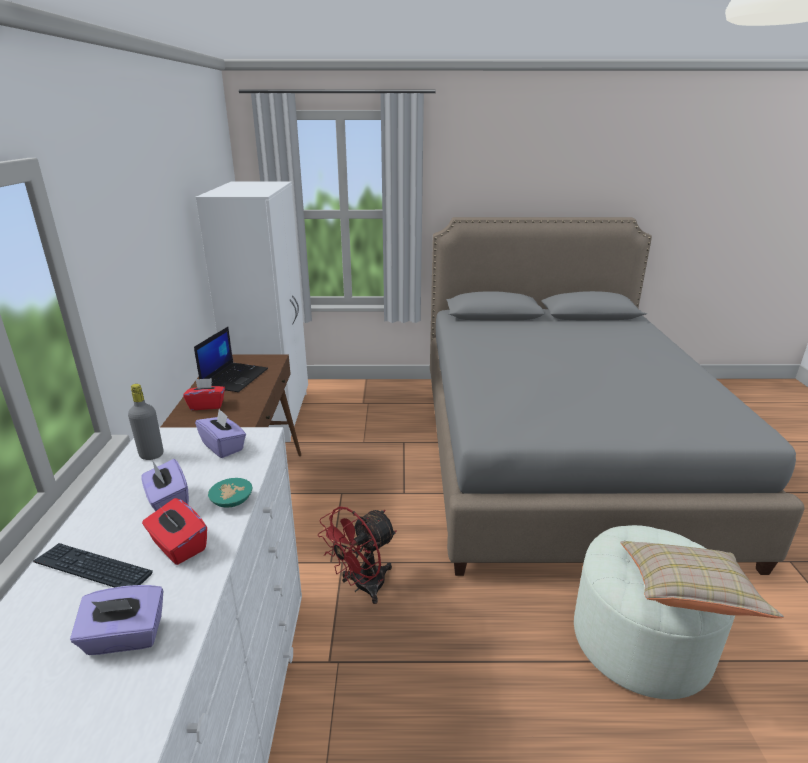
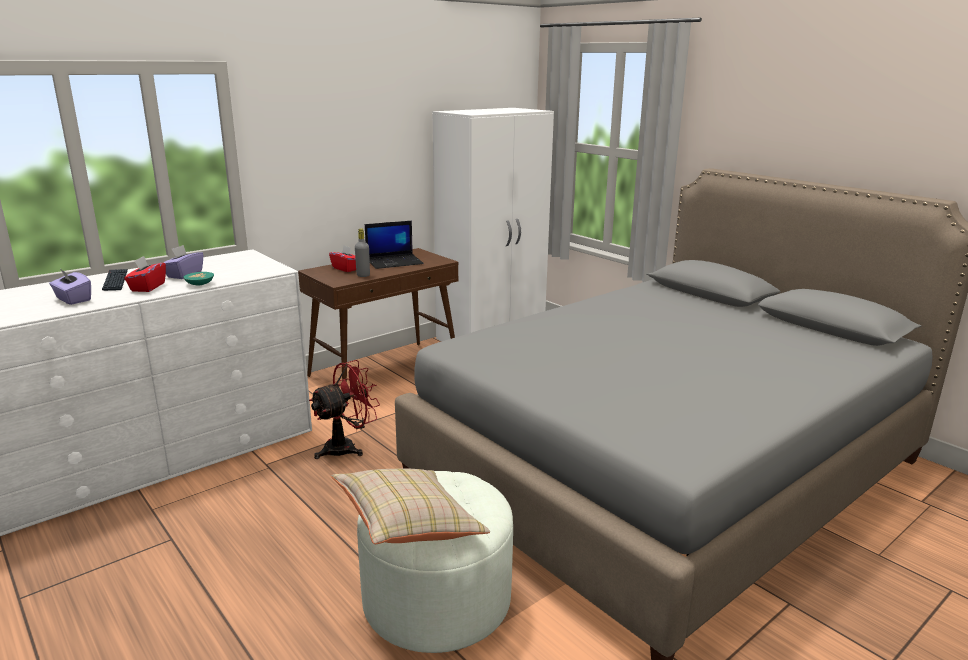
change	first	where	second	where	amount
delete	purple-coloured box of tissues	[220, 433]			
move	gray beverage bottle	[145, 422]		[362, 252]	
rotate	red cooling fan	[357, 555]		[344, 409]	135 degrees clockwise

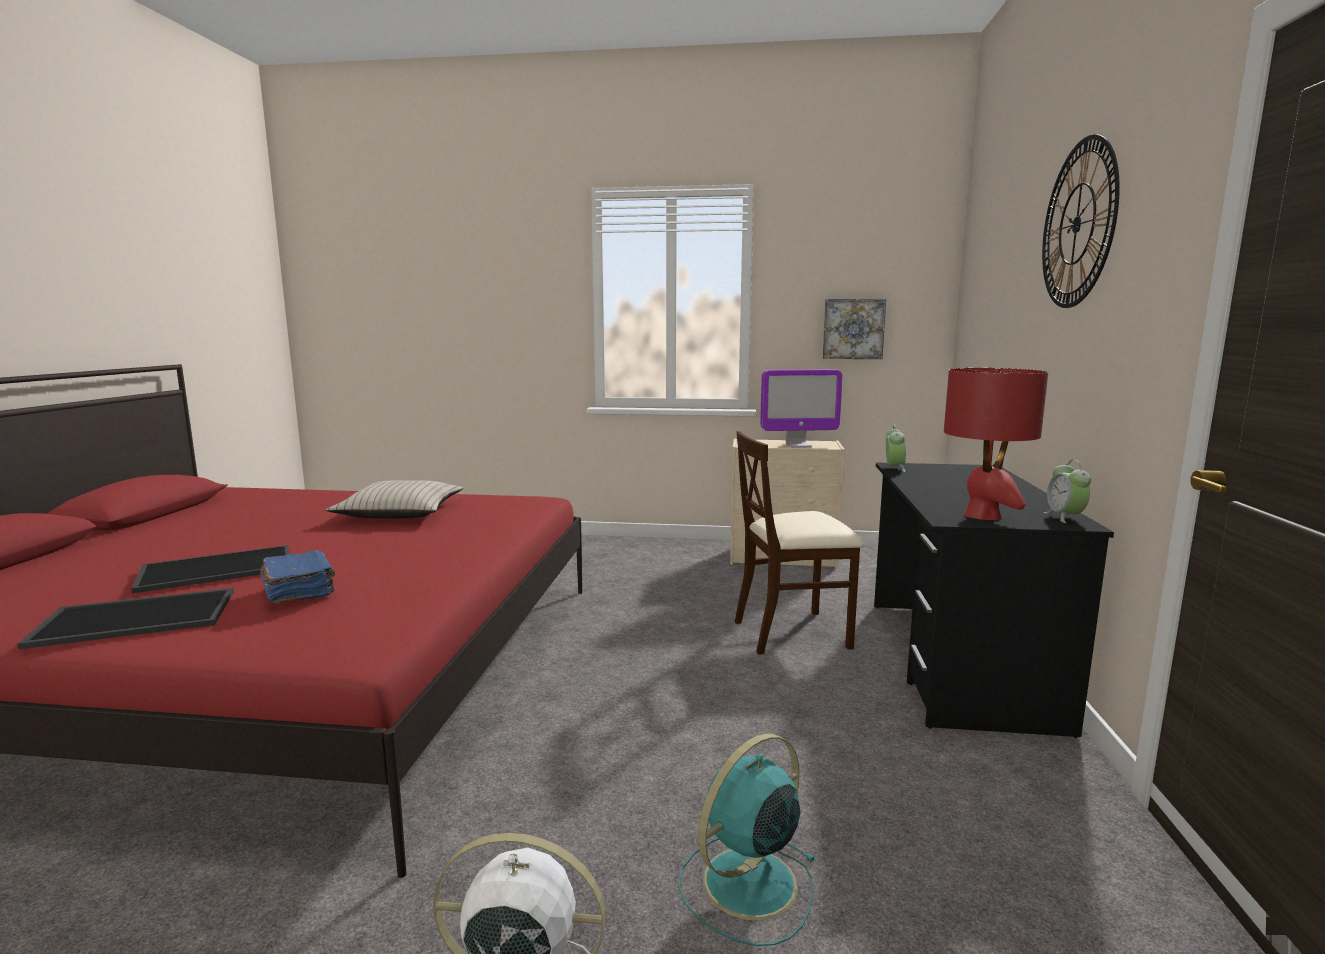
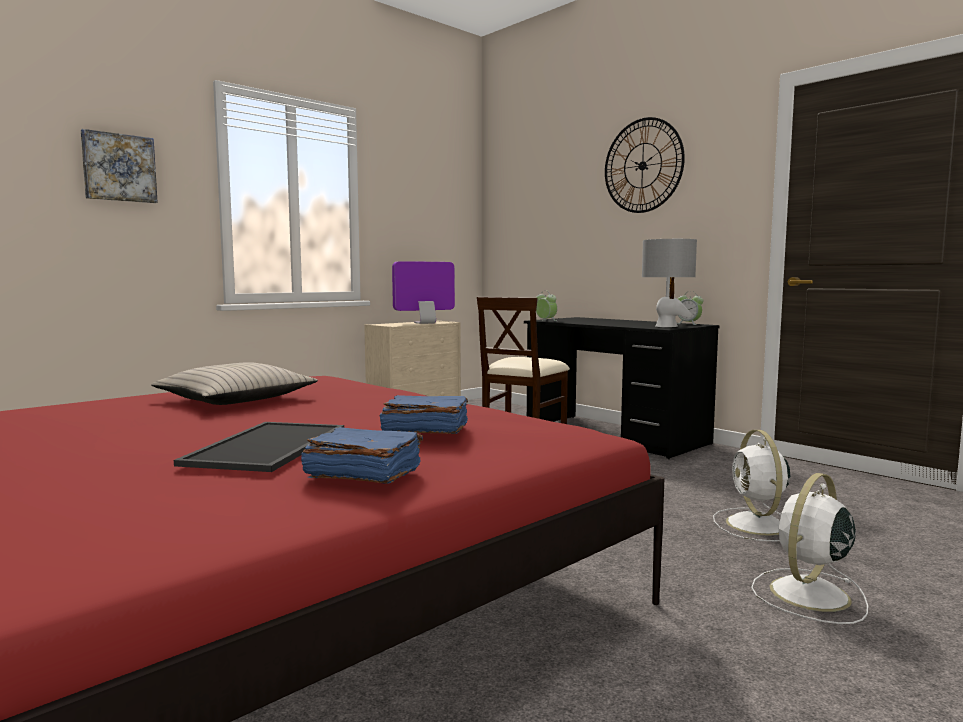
change	first	where	second	where	amount
move	wall picture	[854, 329]		[119, 166]	
replace	tray	[126, 618]	blue-coloured bound book	[362, 455]	
recolor	turquoise cooling fan	[747, 840]	white cooling fan	[751, 485]	
recolor	red lamp for a table	[996, 444]	gray lamp for a table	[669, 283]	
rotate	computer display	[801, 408]		[423, 292]	150 degrees counterclockwise

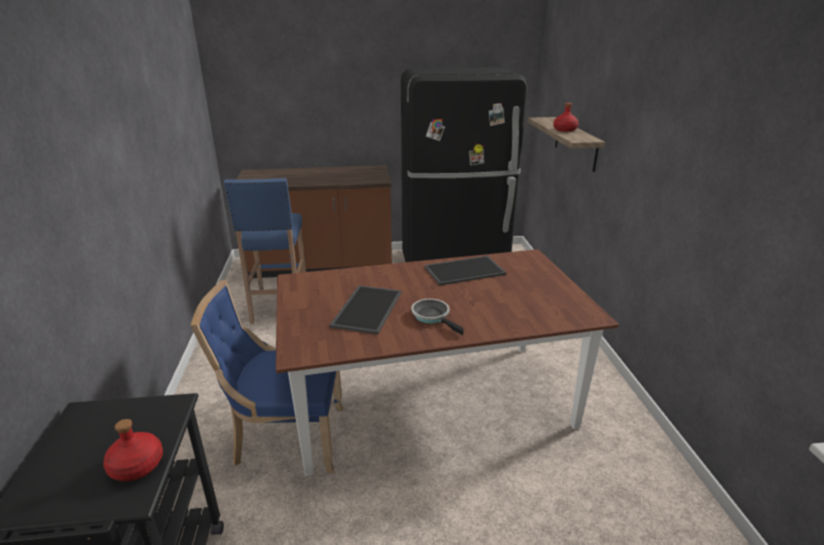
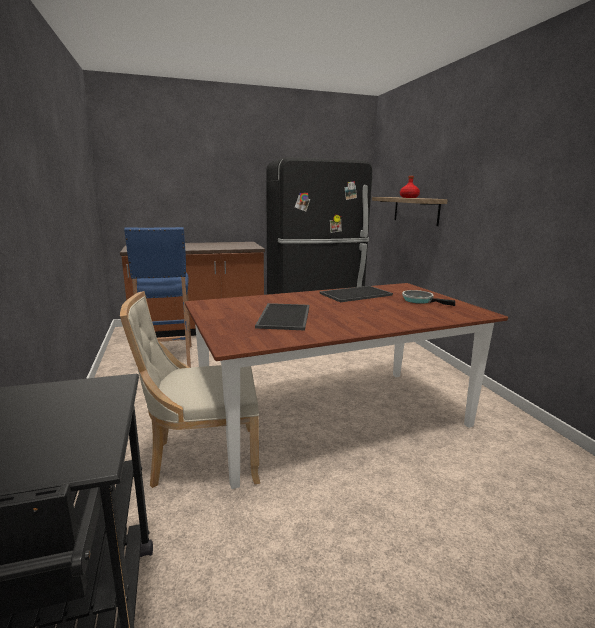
change	first	where	second	where	amount
delete	red beverage bottle	[133, 450]			
move	frying pan	[437, 317]		[428, 298]	
recolor	blue-coloured upright chair	[267, 376]	beige upright chair	[190, 389]	

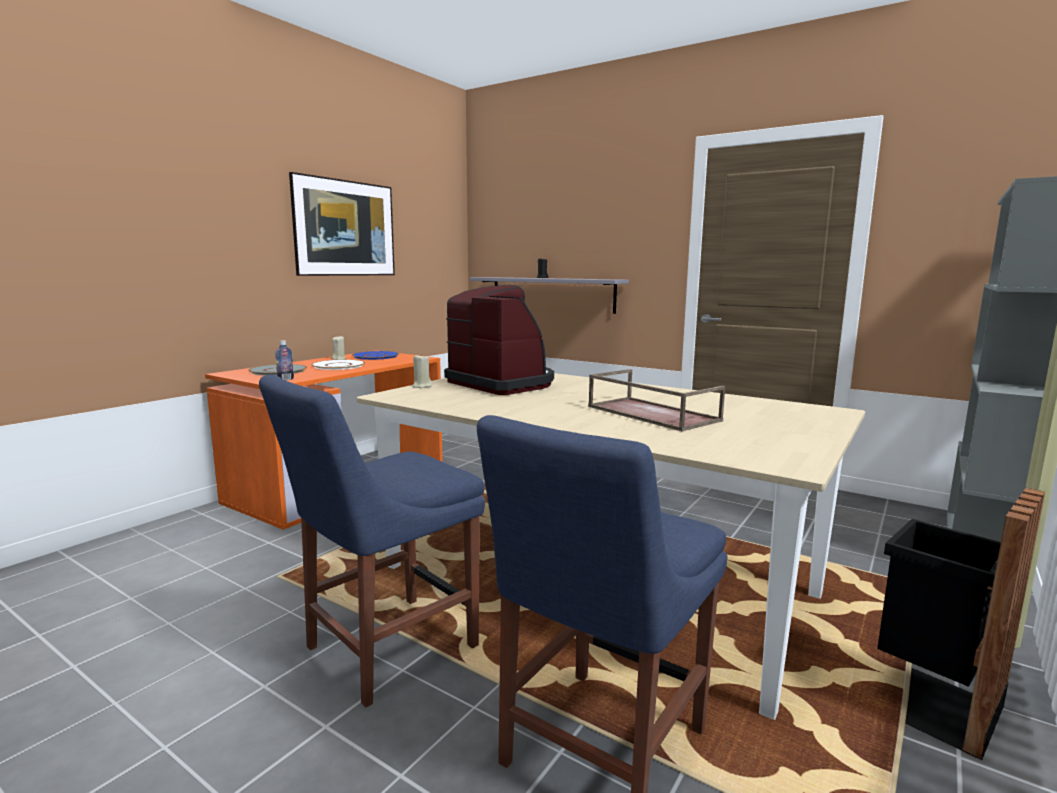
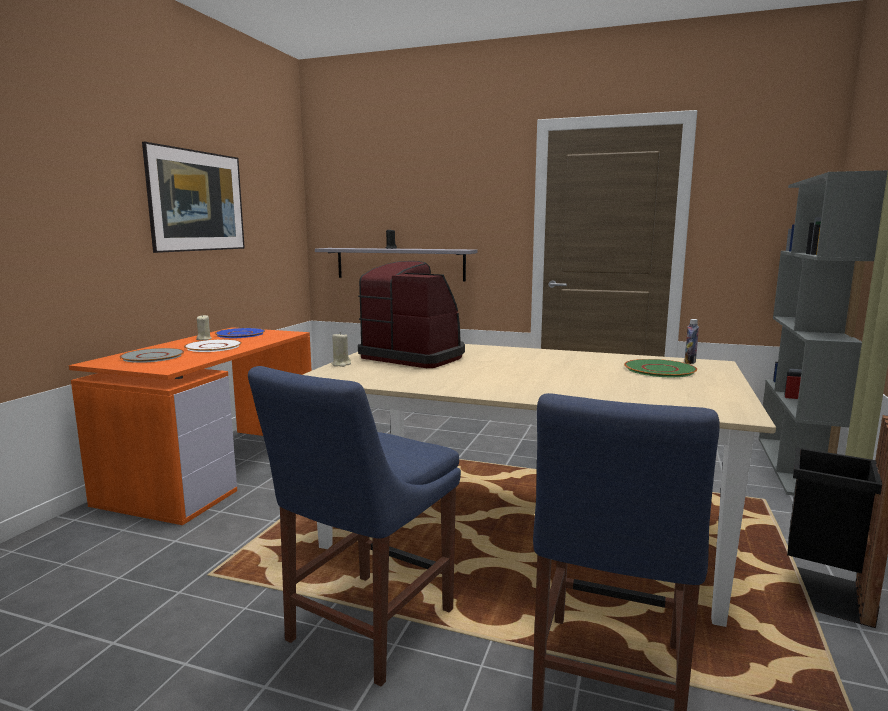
change	first	where	second	where	amount
delete	brown-coloured tray	[656, 400]			
insert			greenish flat dish	[660, 368]	
move	beverage bottle	[284, 360]		[691, 341]	

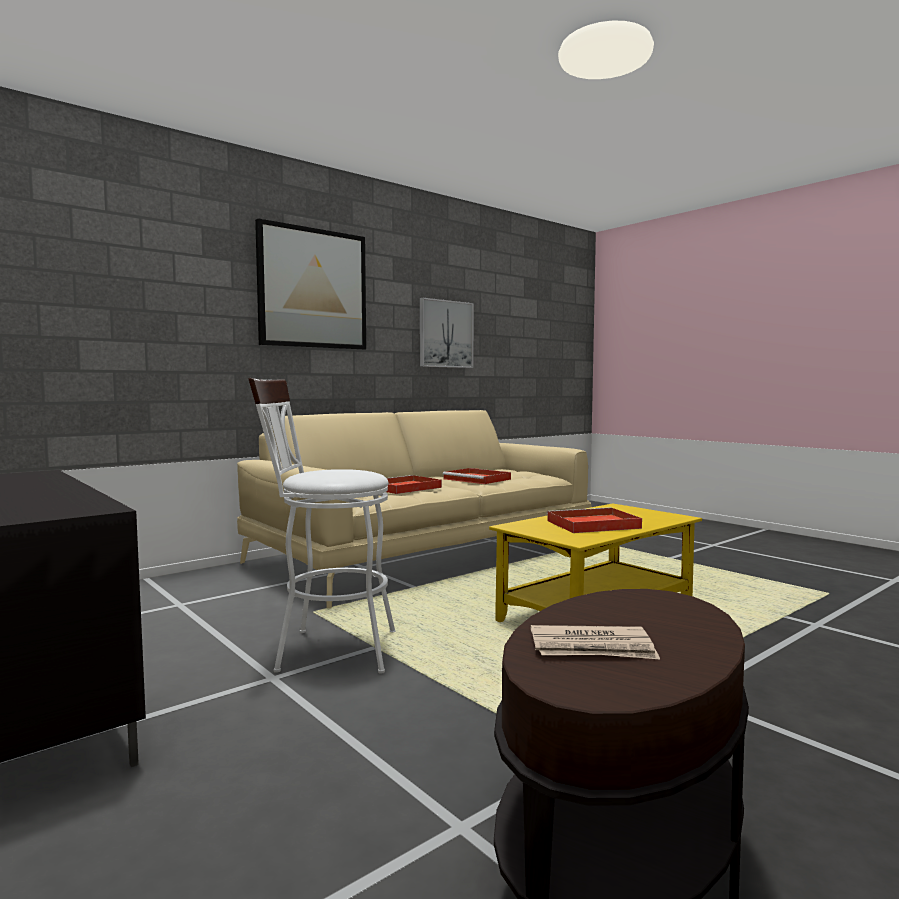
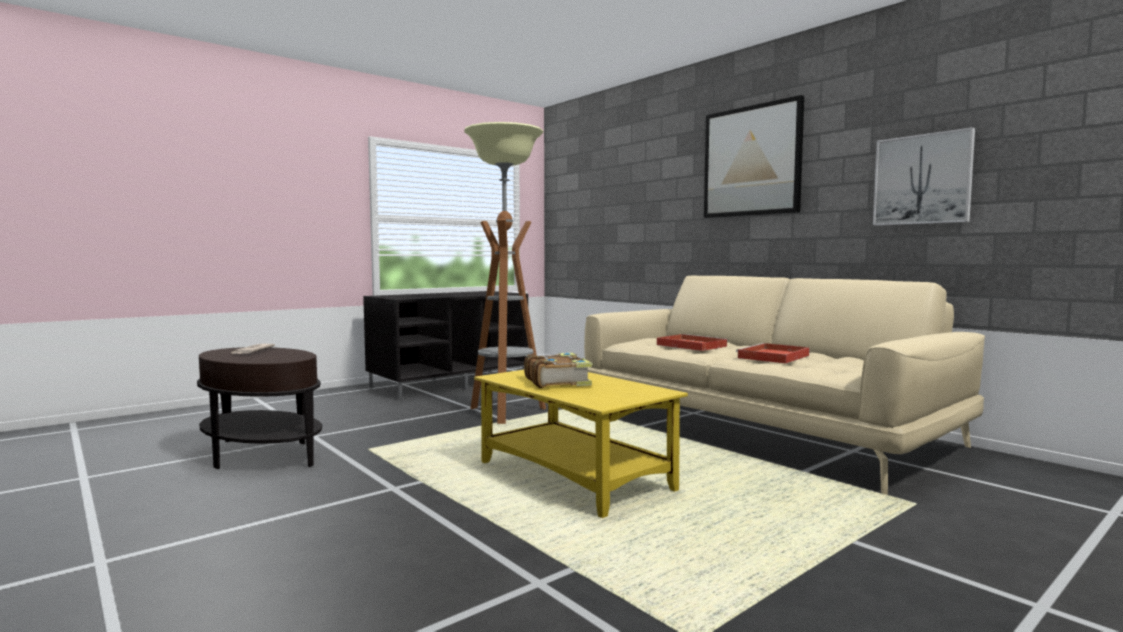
change	first	where	second	where	amount
replace	white stool seat	[322, 526]	floor lamp	[505, 273]	
replace	red tray	[594, 520]	bound book	[558, 370]	

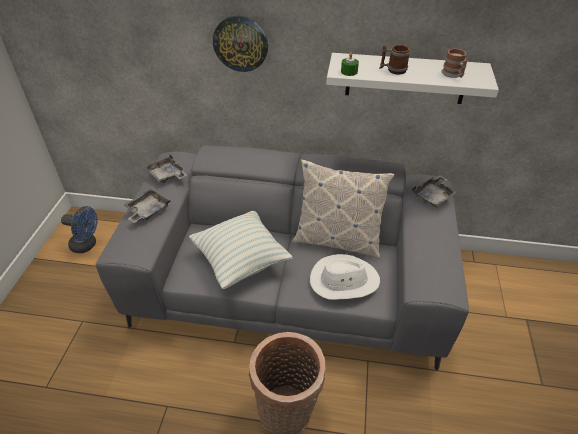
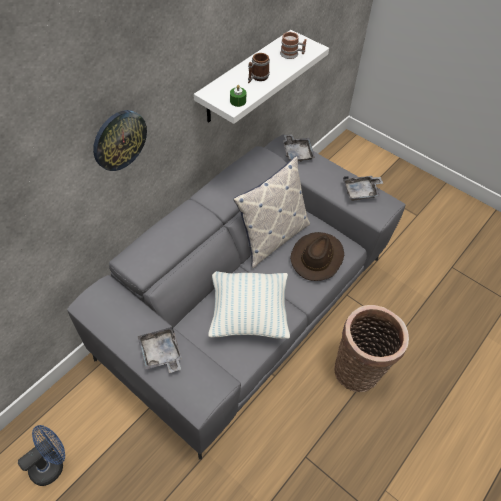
change	first	where	second	where	amount
move	gray tray	[165, 169]		[363, 188]	
recolor	white wearable hat	[345, 277]	brown-coloured wearable hat	[317, 256]	

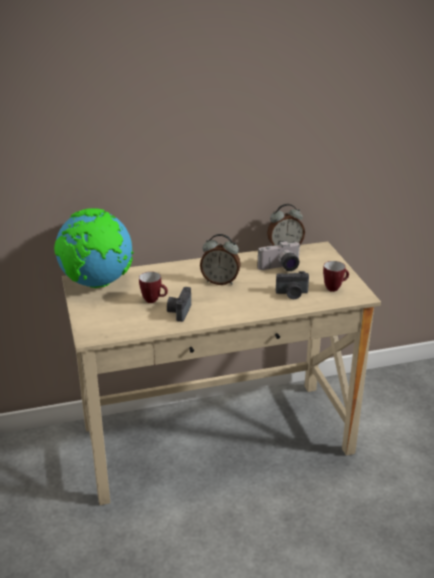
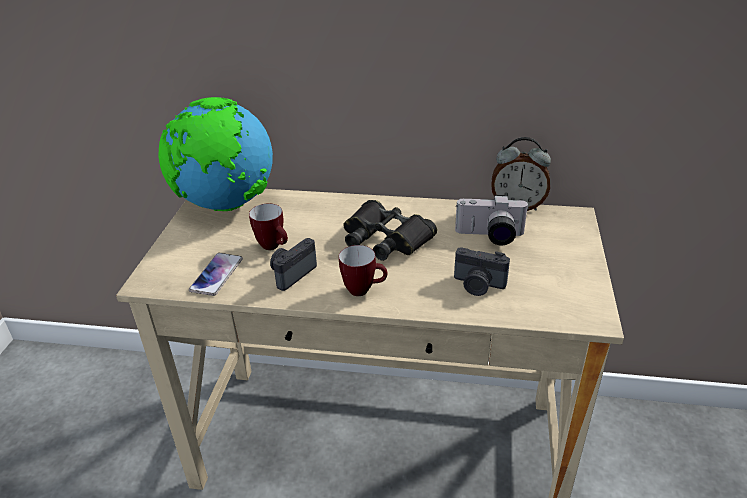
change	first	where	second	where	amount
insert			phone	[216, 274]	
move	coffee mug	[336, 276]		[363, 270]	
replace	table clock	[220, 259]	black field glasses	[390, 230]	

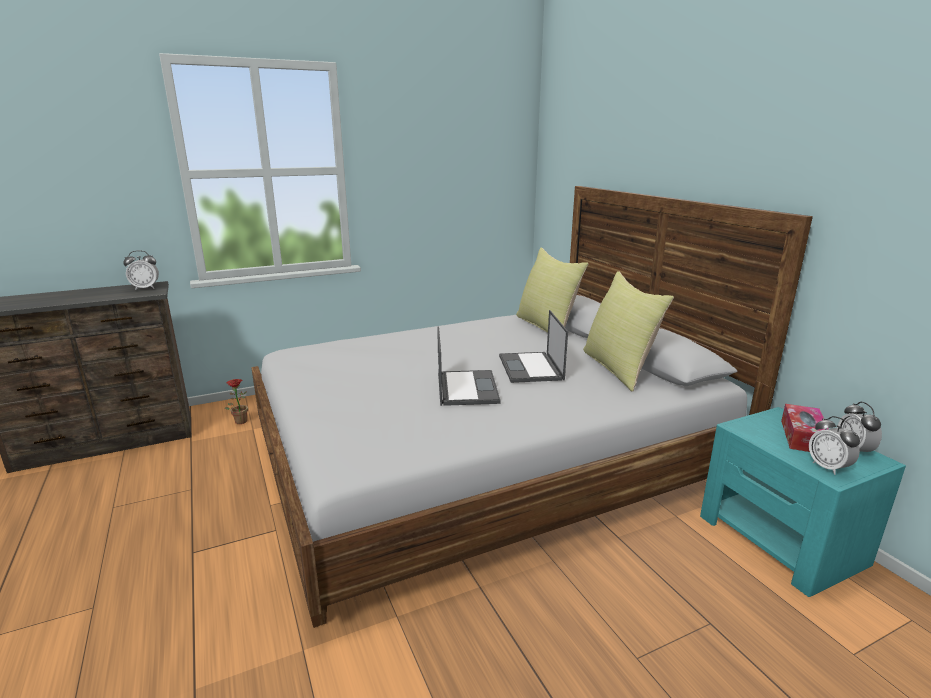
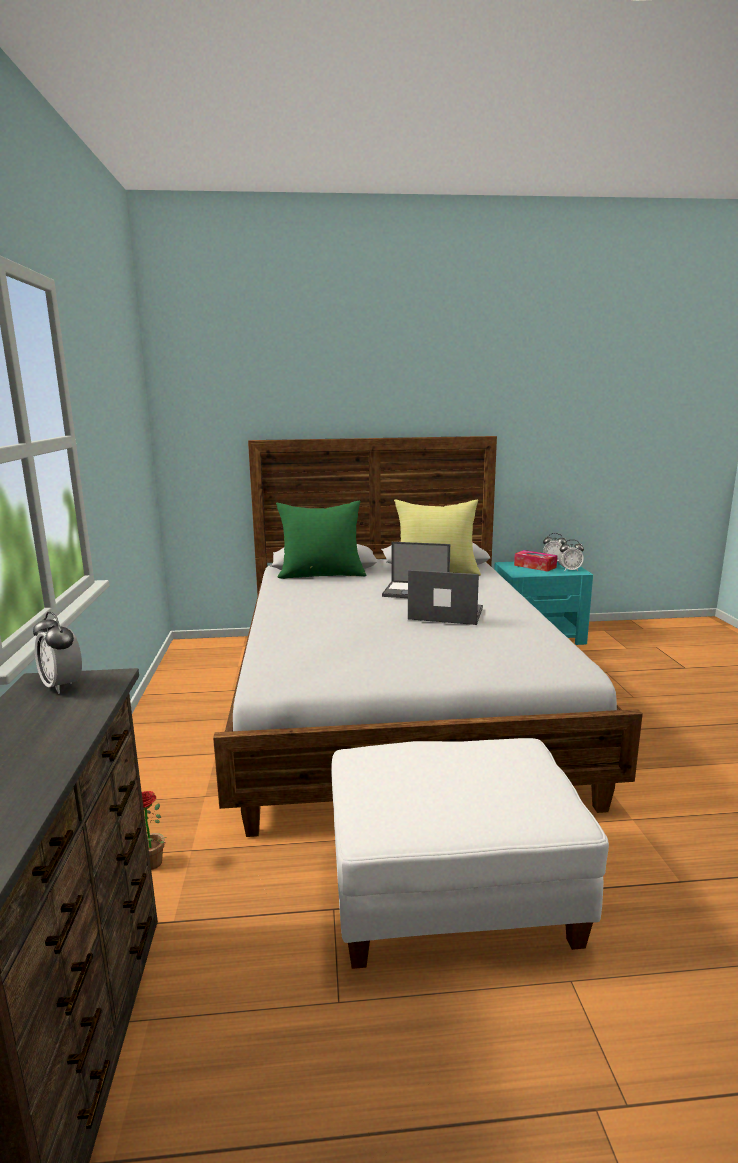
change	first	where	second	where	amount
insert			white footrest	[470, 853]	
recolor	yellow pillow	[552, 290]	greenish pillow	[321, 539]	
rotate	table clock	[141, 270]		[57, 653]	135 degrees clockwise

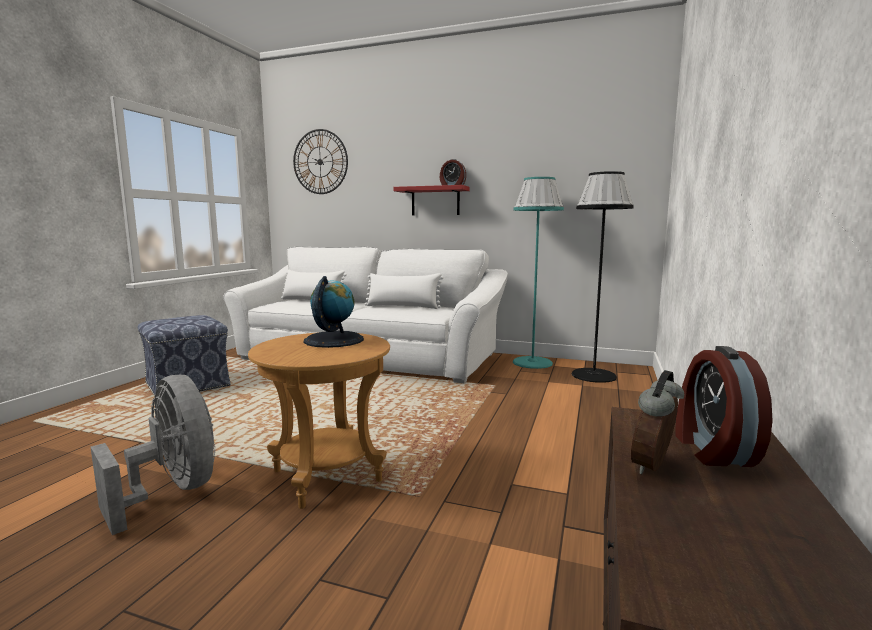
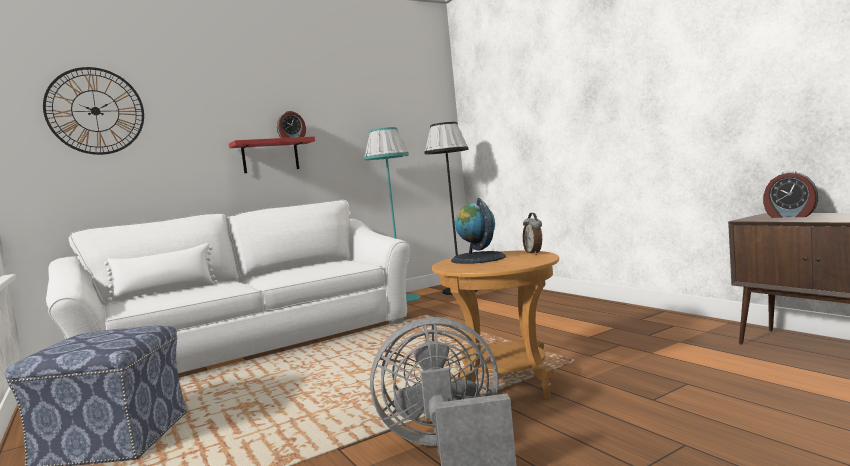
change	first	where	second	where	amount
delete	white pillow	[404, 291]			
move	table clock	[657, 422]		[532, 234]	

